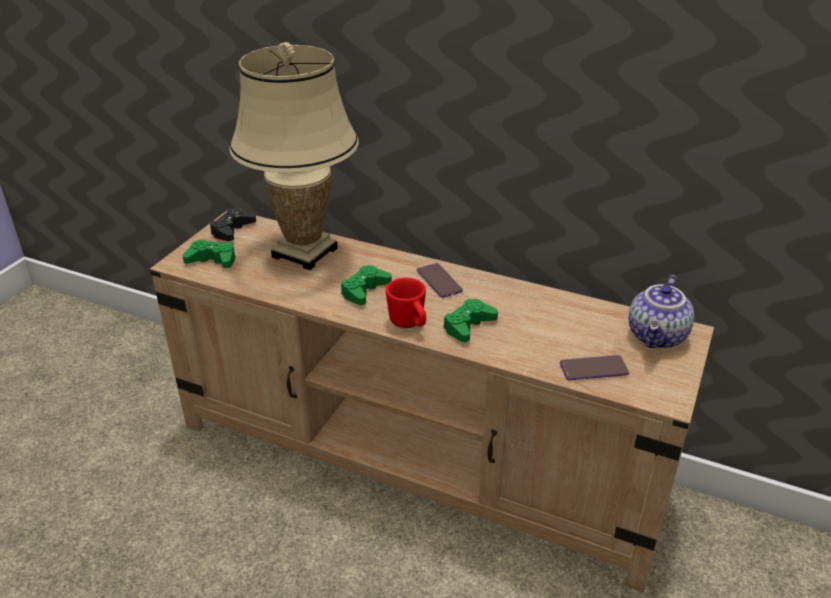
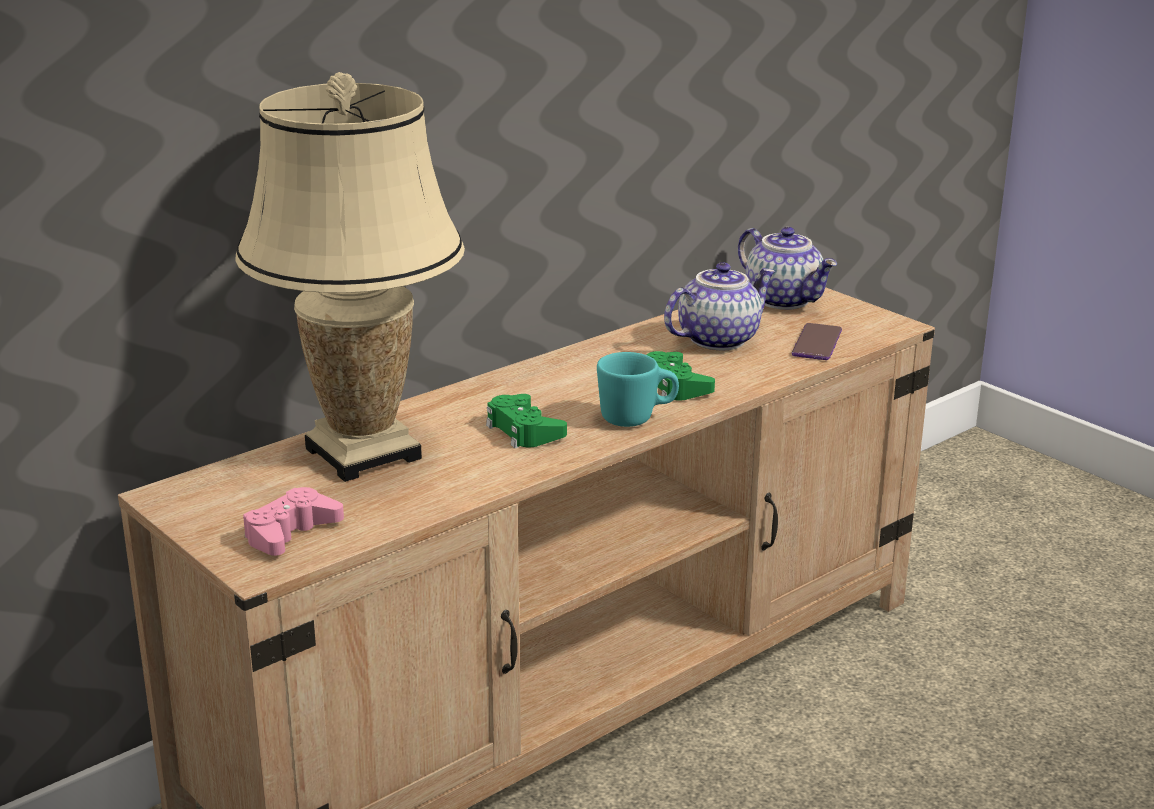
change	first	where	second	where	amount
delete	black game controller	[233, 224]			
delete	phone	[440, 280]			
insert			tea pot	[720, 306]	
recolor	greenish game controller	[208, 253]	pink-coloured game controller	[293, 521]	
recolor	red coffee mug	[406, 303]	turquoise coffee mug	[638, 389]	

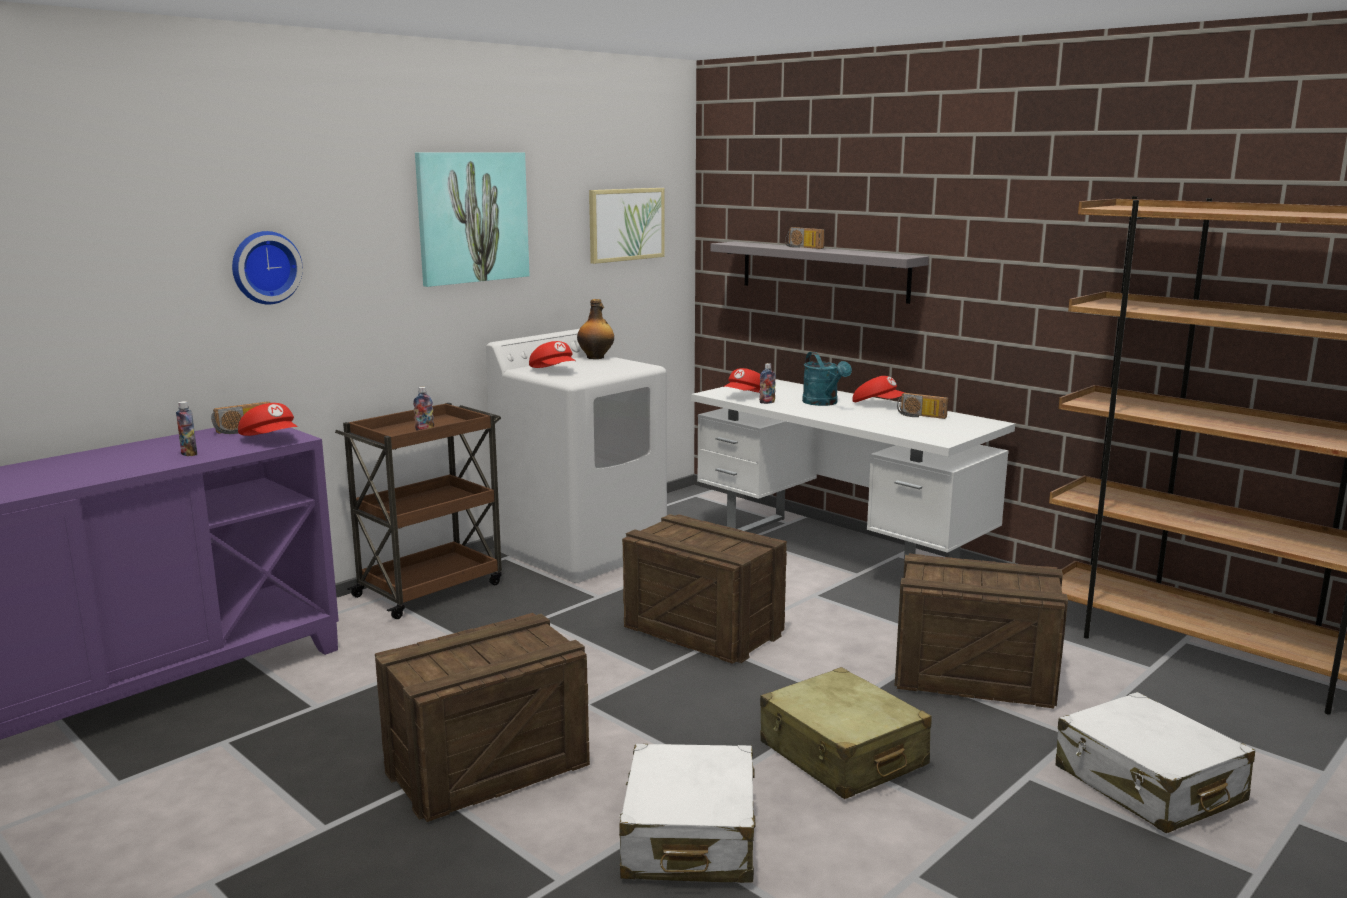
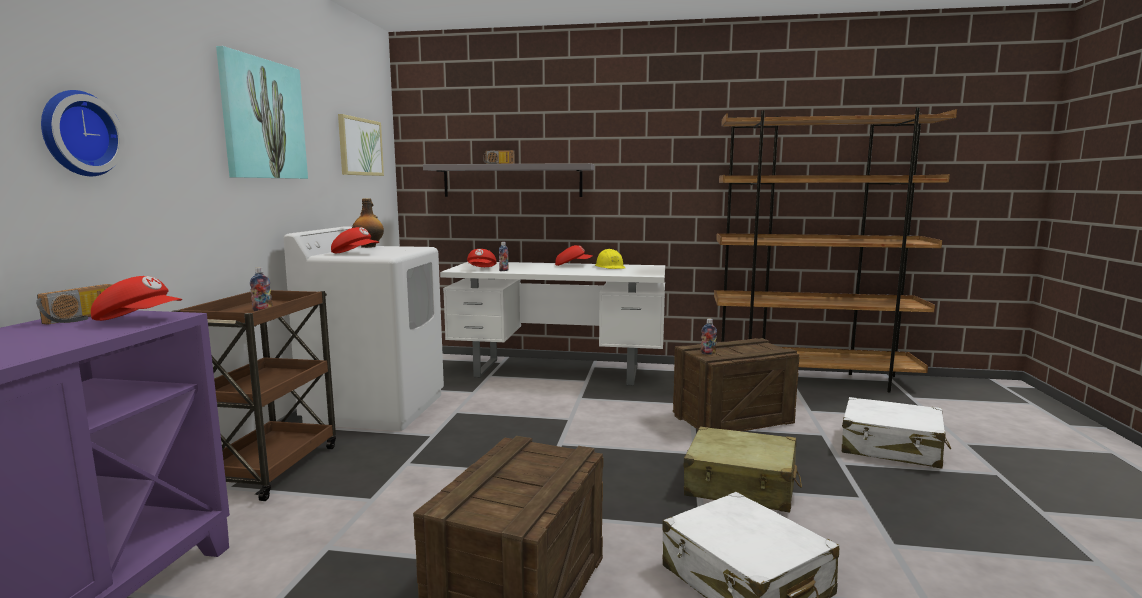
change	first	where	second	where	amount
delete	packing crate	[704, 589]			
delete	turquoise sprinkling can	[827, 379]			
move	beverage bottle	[186, 428]		[709, 336]	
replace	radio	[922, 406]	yellow hard hat	[610, 259]	

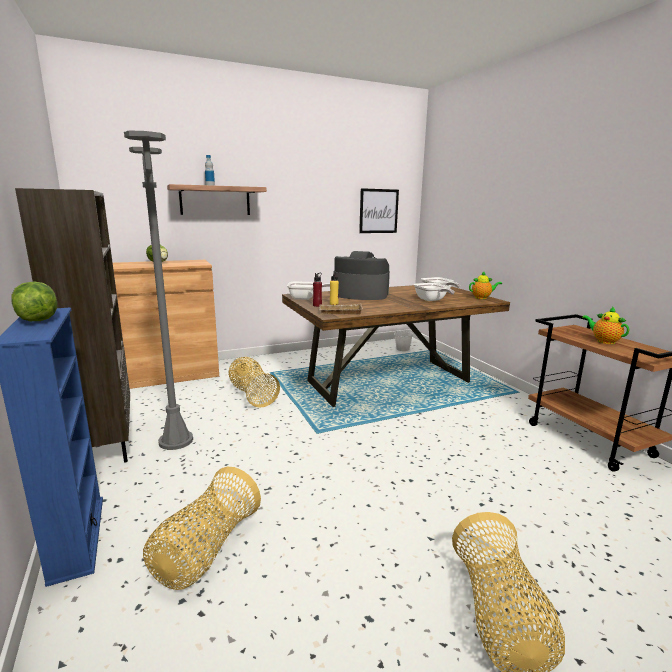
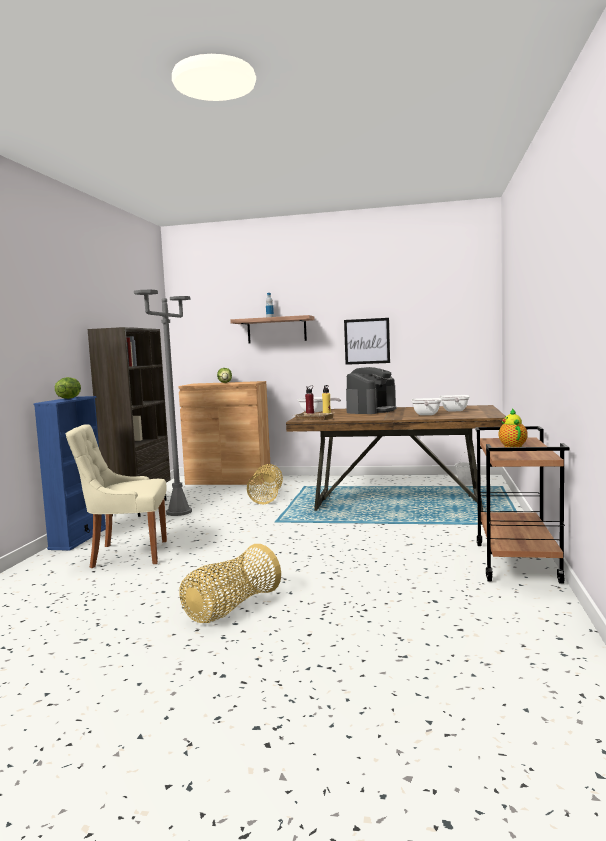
change	first	where	second	where	amount
delete	tea pot	[485, 285]			
move	wall picture	[379, 210]		[367, 341]	
replace	household basket	[202, 528]	beige upright chair	[116, 496]	
rotate	coffee machine	[362, 275]		[371, 390]	75 degrees clockwise

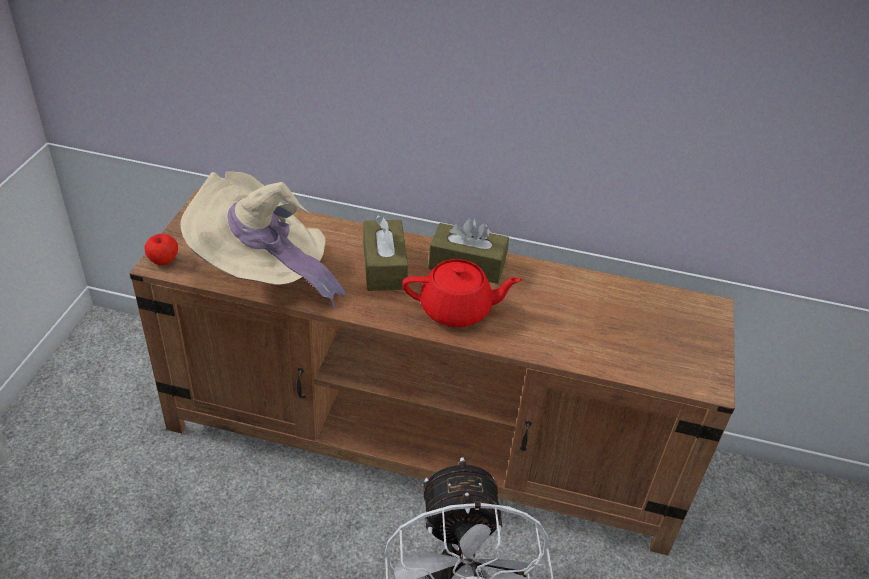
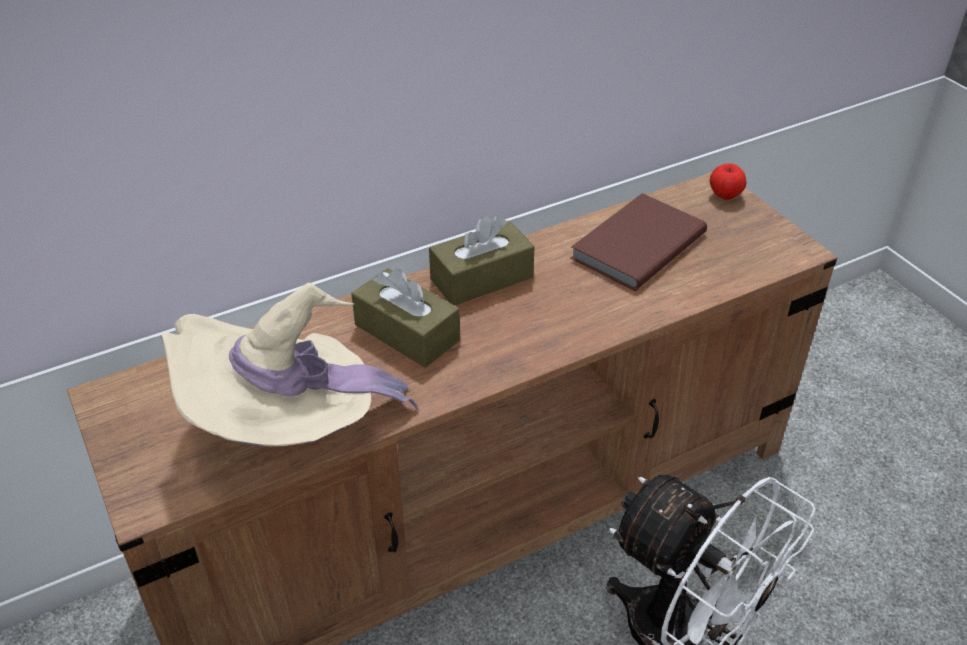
change	first	where	second	where	amount
delete	red tea pot	[462, 293]			
insert			brown-coloured bound book	[639, 242]	
move	whole apple	[161, 249]		[728, 181]	

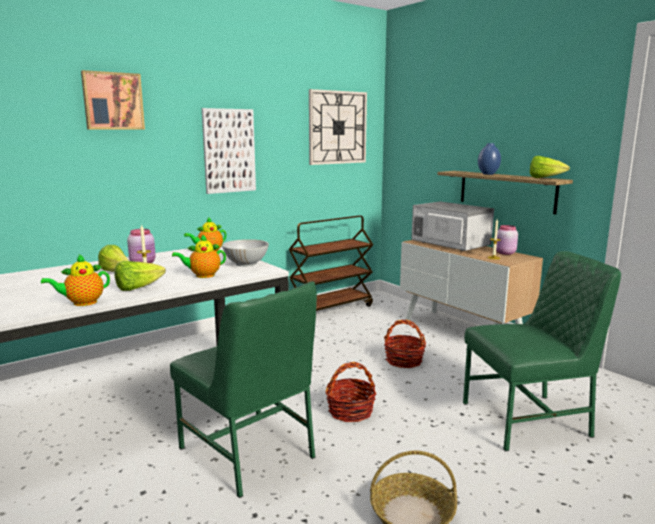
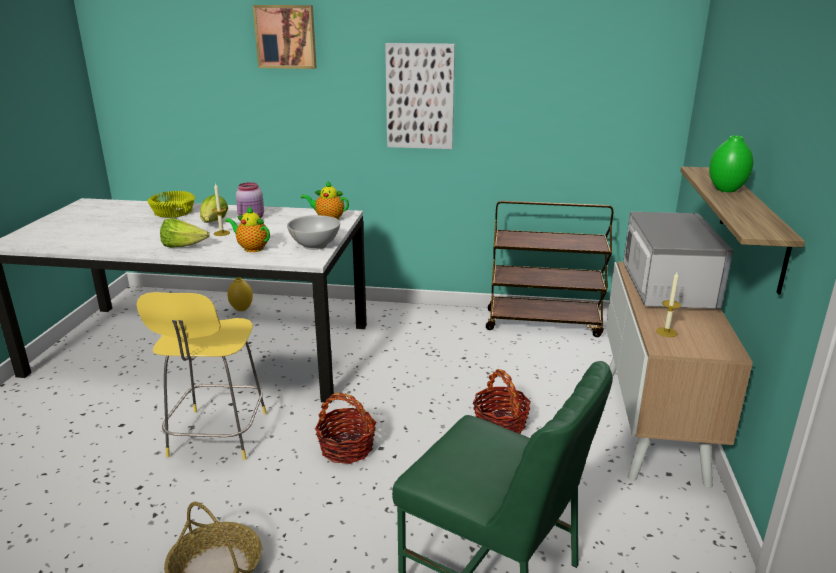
change	first	where	second	where	amount
delete	tea pot	[75, 280]			
delete	clock on the wall	[338, 127]			
delete	pink-coloured preserve jar	[507, 240]			
delete	head of lettuce	[550, 167]			
insert			yellow serving bowl	[171, 204]	
insert			yellow vase	[240, 294]	
replace	greenish upright chair	[243, 389]	yellow stool seat	[202, 376]	
recolor	blue-coloured vase	[489, 159]	greenish vase	[731, 163]	

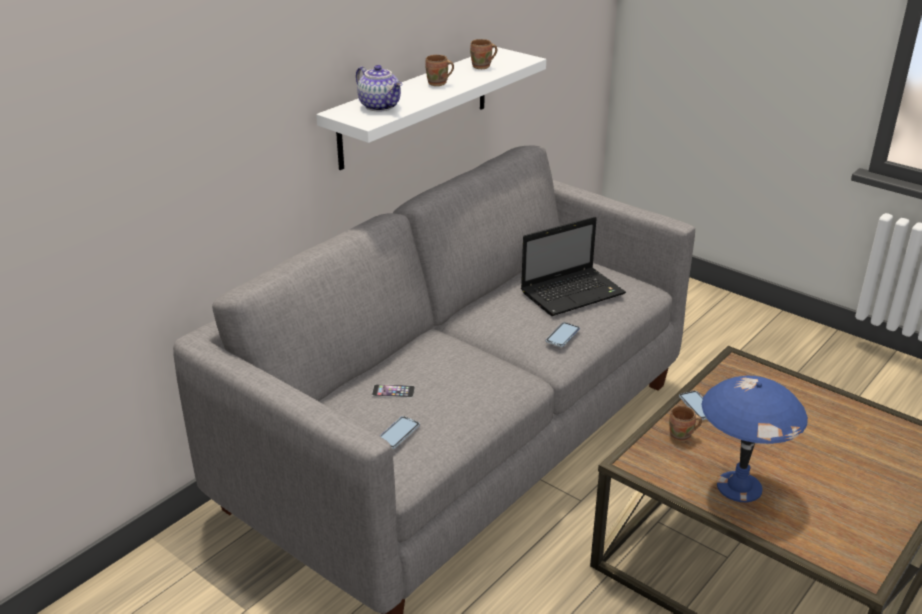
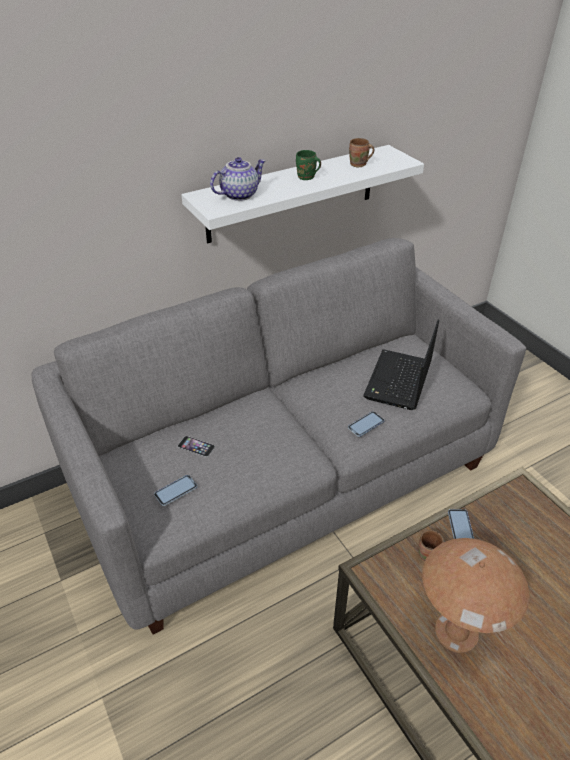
change	first	where	second	where	amount
recolor	brown-coloured coffee mug	[439, 70]	greenish coffee mug	[308, 165]	
recolor	blue-coloured lamp for a table	[754, 439]	brown-coloured lamp for a table	[476, 595]	
rotate	tea pot	[379, 88]		[238, 179]	105 degrees counterclockwise
rotate	notebook computer	[573, 266]		[401, 365]	120 degrees clockwise

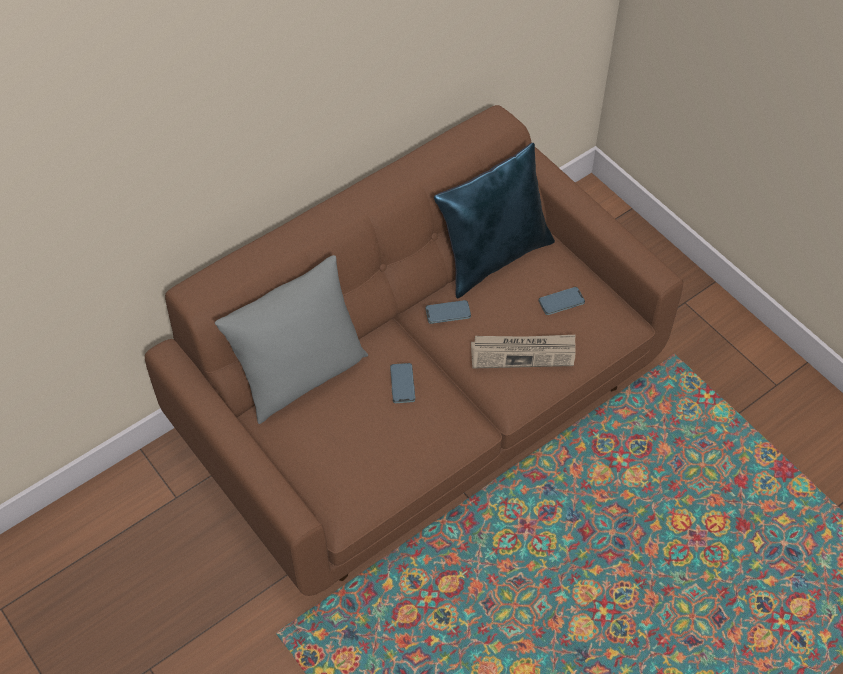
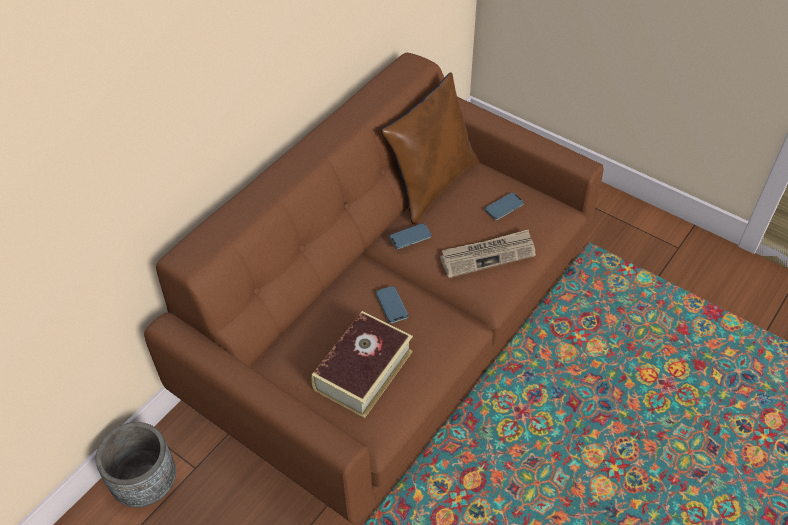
change	first	where	second	where	amount
delete	gray pillow	[291, 339]			
insert			gray flower pot	[136, 464]	
insert			bound book	[362, 364]	
recolor	blue-coloured pillow	[494, 220]	brown-coloured pillow	[430, 148]	

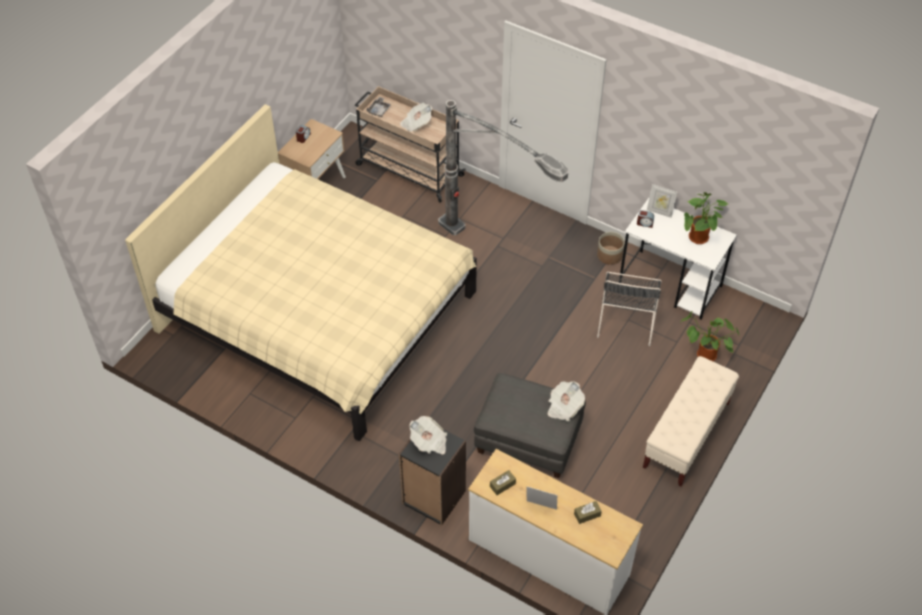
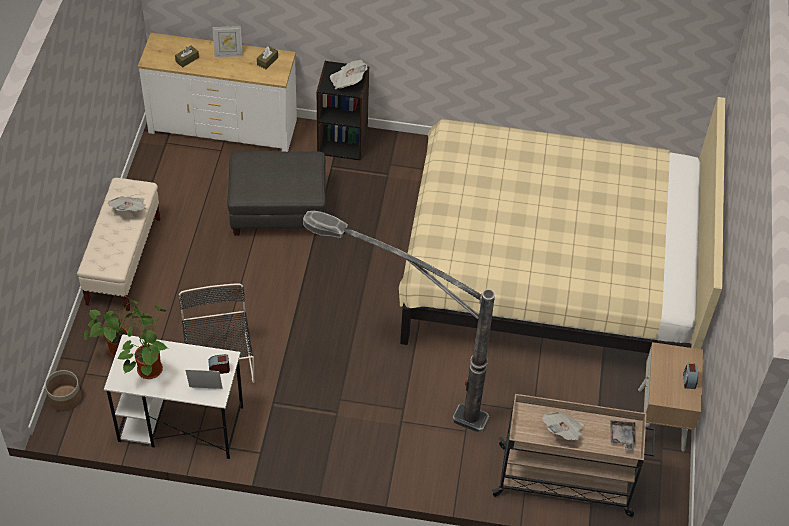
change	first	where	second	where	amount
move	printed paper	[566, 401]		[127, 203]	
move	flower pot	[611, 248]		[63, 390]	

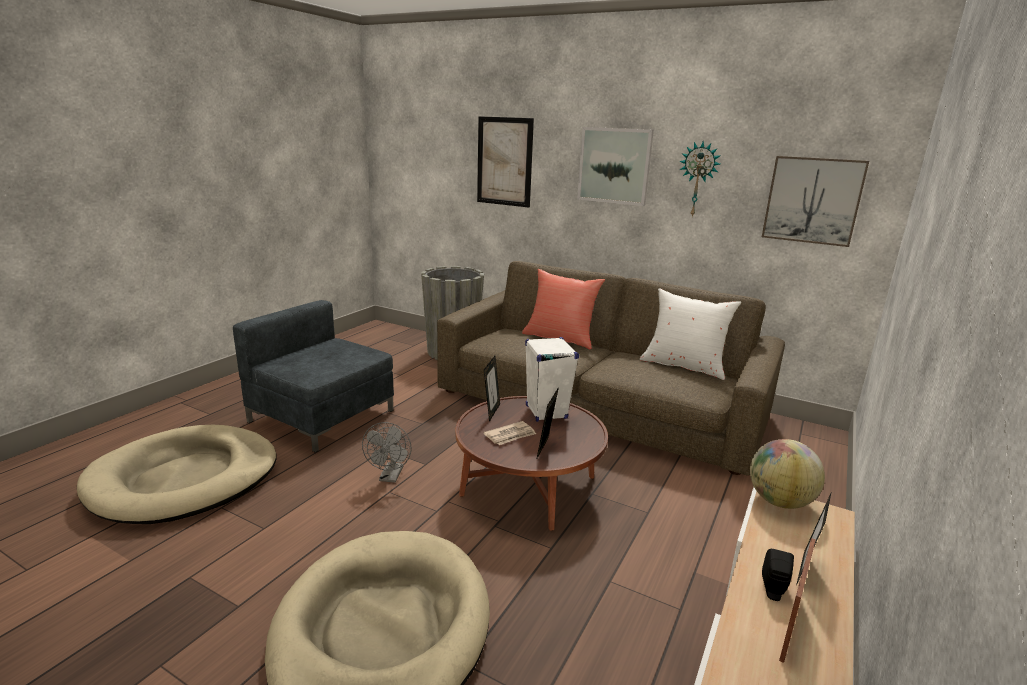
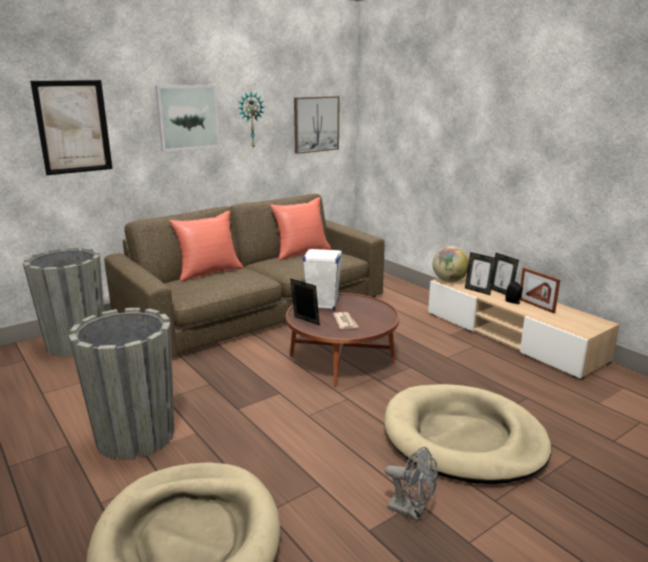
change	first	where	second	where	amount
move	gray cooling fan	[387, 452]		[411, 484]	
move	standing frame	[547, 423]		[480, 273]	
replace	gray armchair	[313, 376]	gray flower pot	[121, 384]	
recolor	white pillow	[690, 334]	red pillow	[301, 228]	

